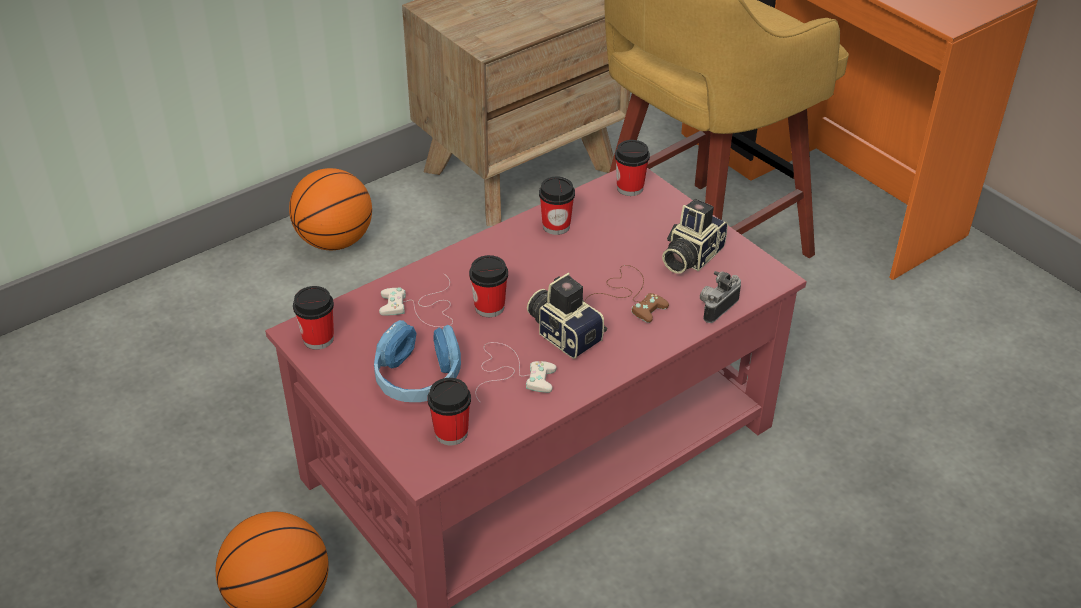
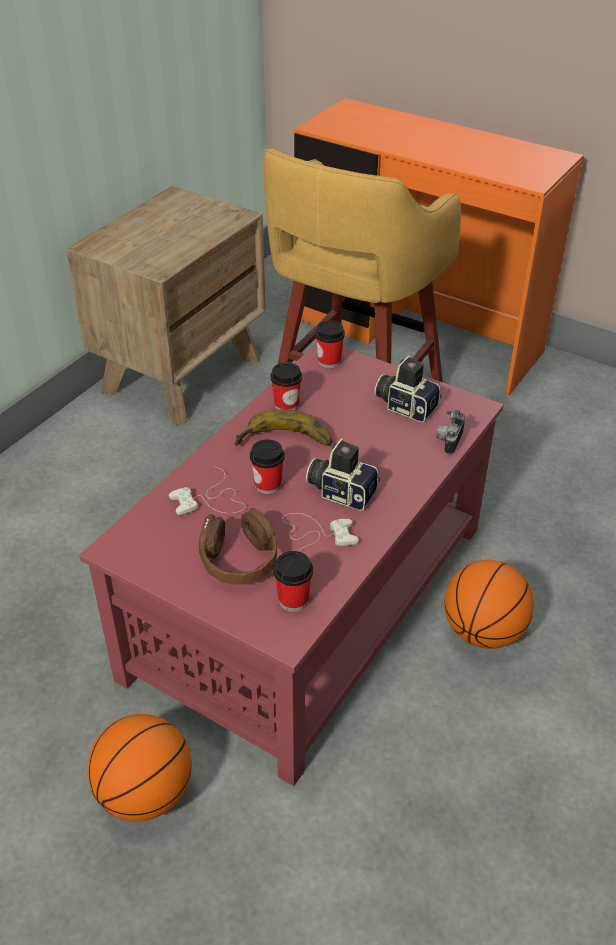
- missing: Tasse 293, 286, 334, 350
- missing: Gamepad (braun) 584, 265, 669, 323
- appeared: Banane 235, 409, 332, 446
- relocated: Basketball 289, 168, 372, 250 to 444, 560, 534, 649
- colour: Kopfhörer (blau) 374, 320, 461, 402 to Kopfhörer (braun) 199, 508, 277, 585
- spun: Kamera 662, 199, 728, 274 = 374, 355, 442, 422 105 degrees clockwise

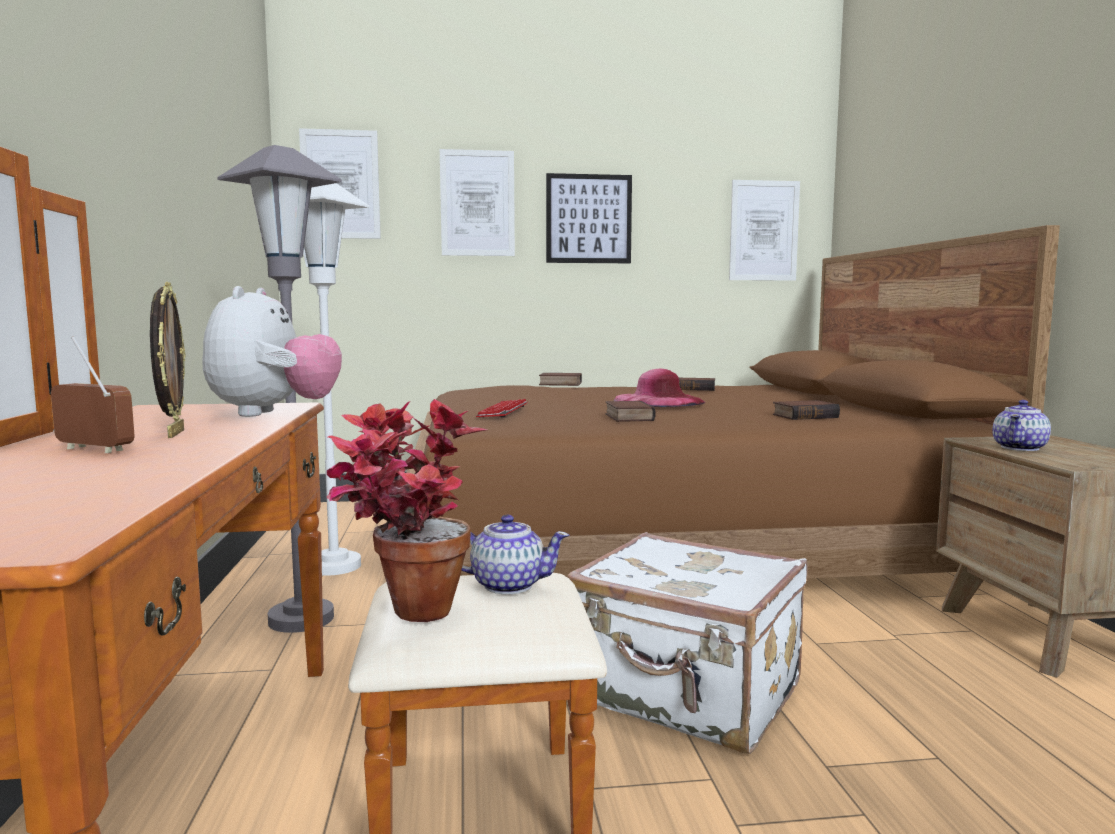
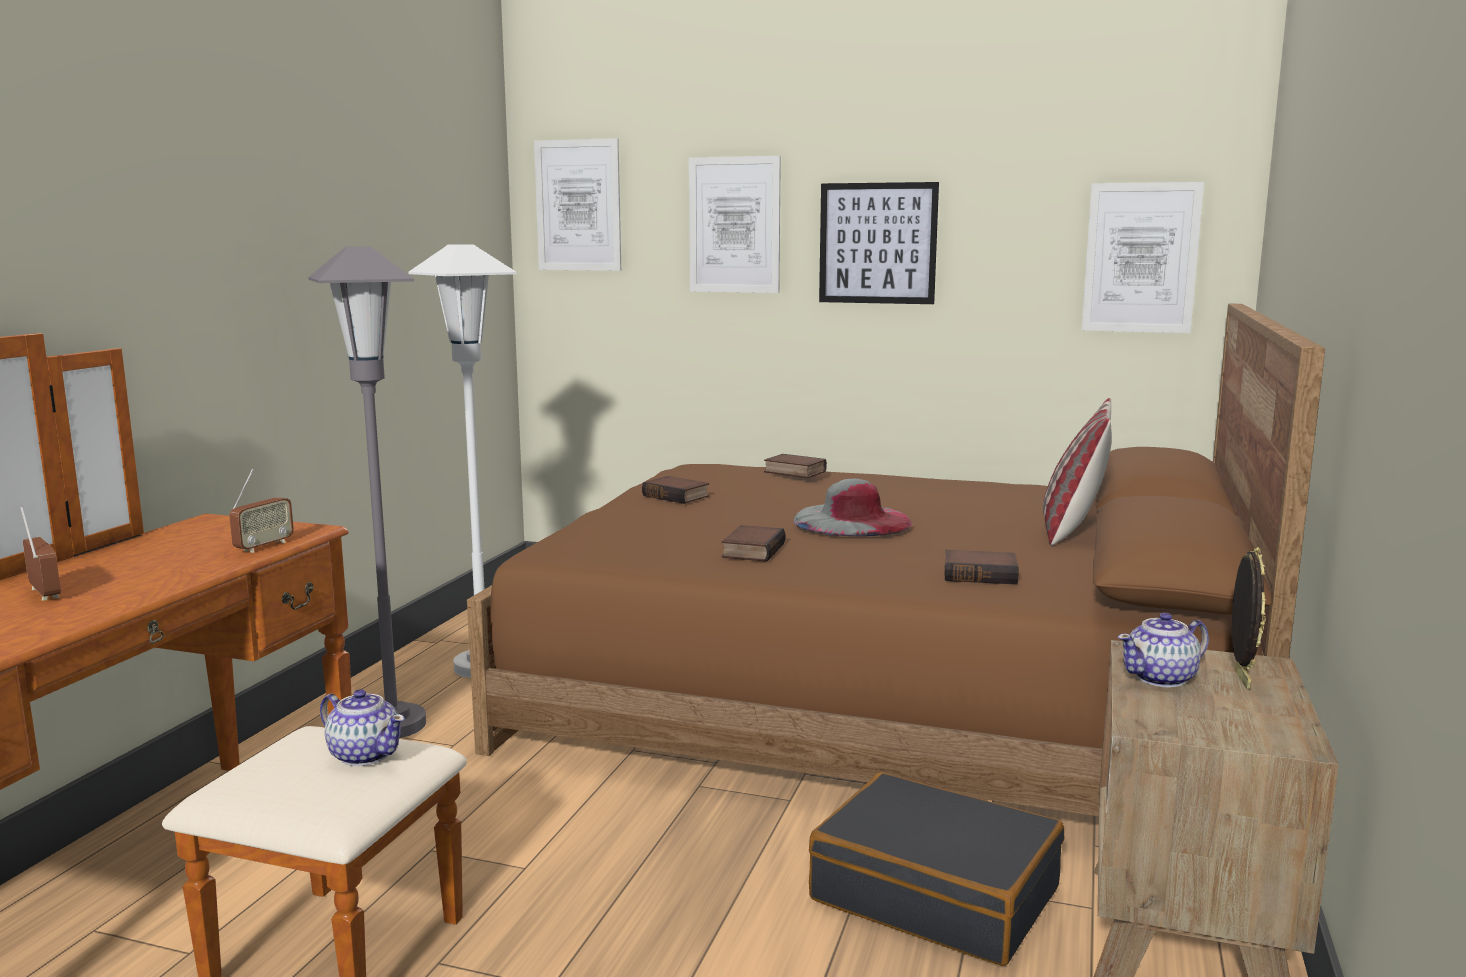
- missing: Topfpflanze 326, 399, 487, 622
- missing: Tastatur 476, 399, 528, 418
- missing: Koffer (weiß) 567, 532, 808, 754
- appeared: Koffer (schwarz) 809, 772, 1064, 966
- appeared: Kissen 1043, 398, 1112, 545
- relocated: Bilderrahmen 150, 282, 185, 438 to 1232, 547, 1265, 690
- relocated: Buch 679, 378, 715, 391 to 642, 476, 709, 504
- exchanged: Plüschtier 202, 286, 342, 417 to Radio 229, 469, 294, 553
- colour: Hut (rosa) 613, 369, 705, 407 to Hut (grau) 793, 479, 913, 536

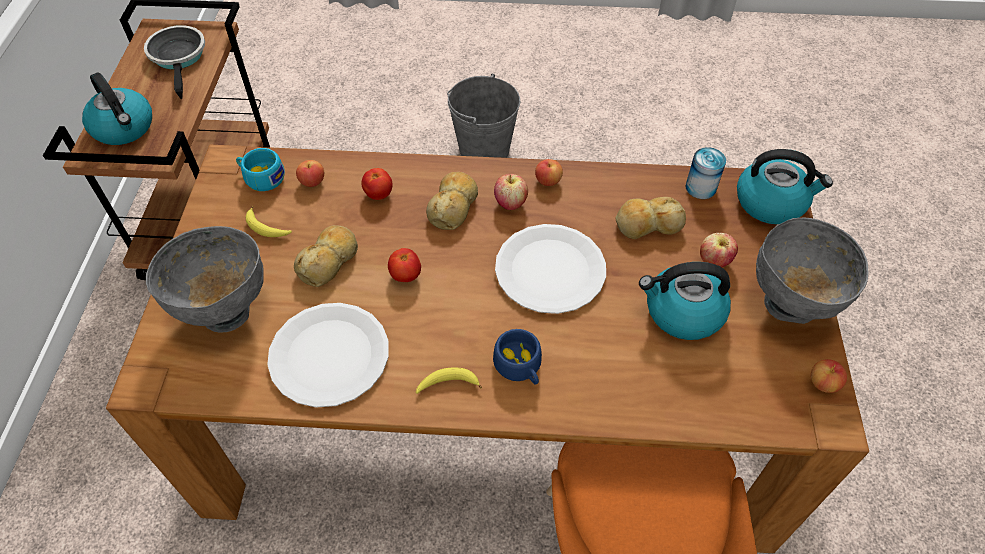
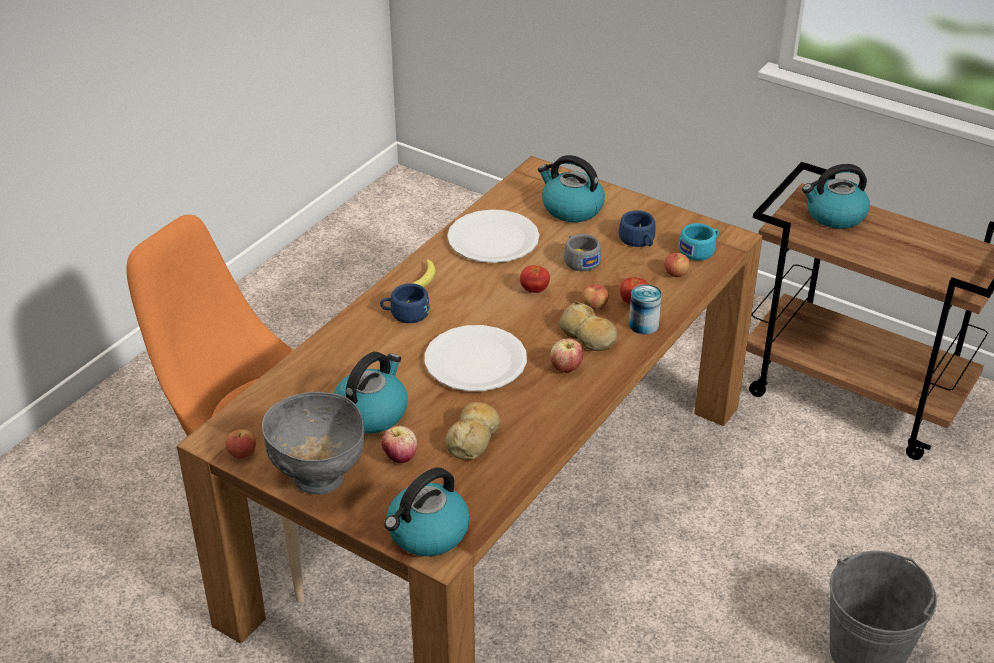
- missing: Pfanne 144, 25, 205, 99
- relocated: Apfel 535, 159, 563, 186 to 582, 284, 609, 310
- relocated: Dose 685, 147, 726, 199 to 629, 284, 662, 334
- exchanged: Schüssel (grau) 146, 226, 264, 332 to Wasserkessel 538, 155, 605, 222
- exchanged: Banane 246, 206, 292, 237 to Tasse (blau) 619, 210, 656, 247
- exchanged: Brot 294, 225, 358, 287 to Tasse (grau) 564, 234, 601, 272

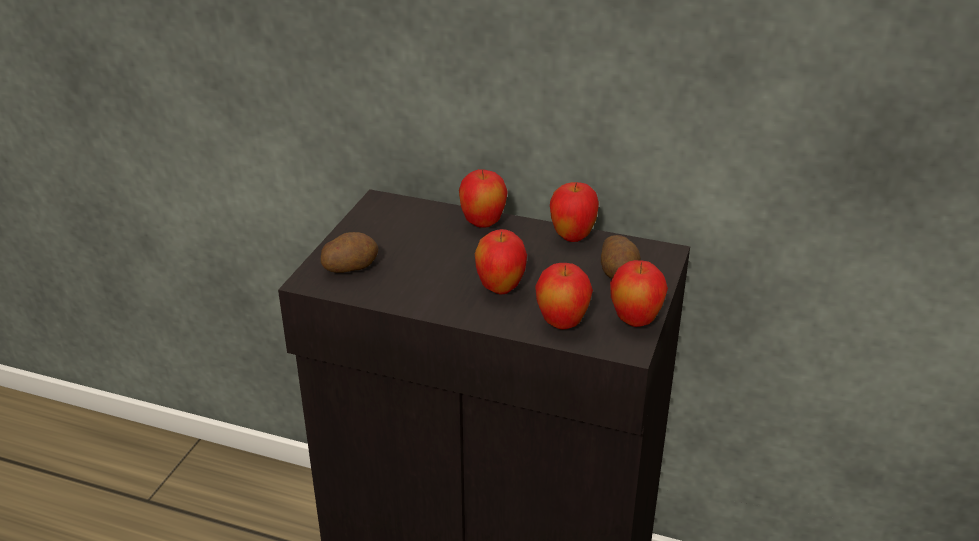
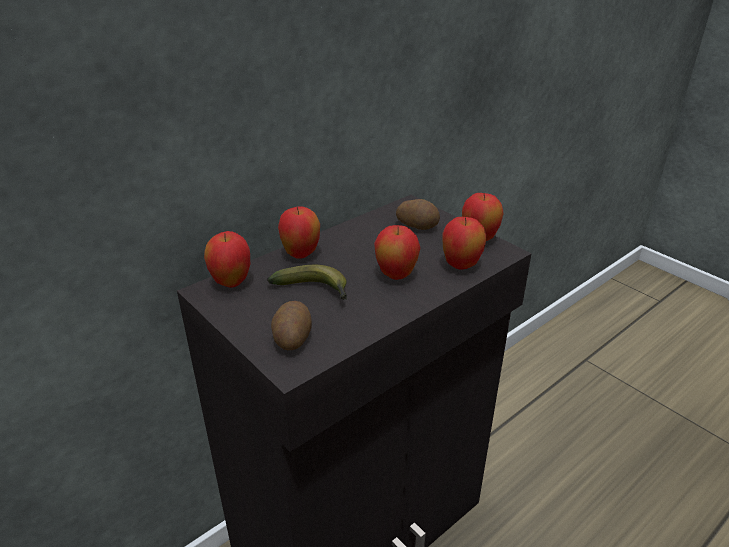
- appeared: Banane 267, 265, 347, 300
- relocated: Apfel 550, 182, 599, 242 to 204, 231, 250, 288

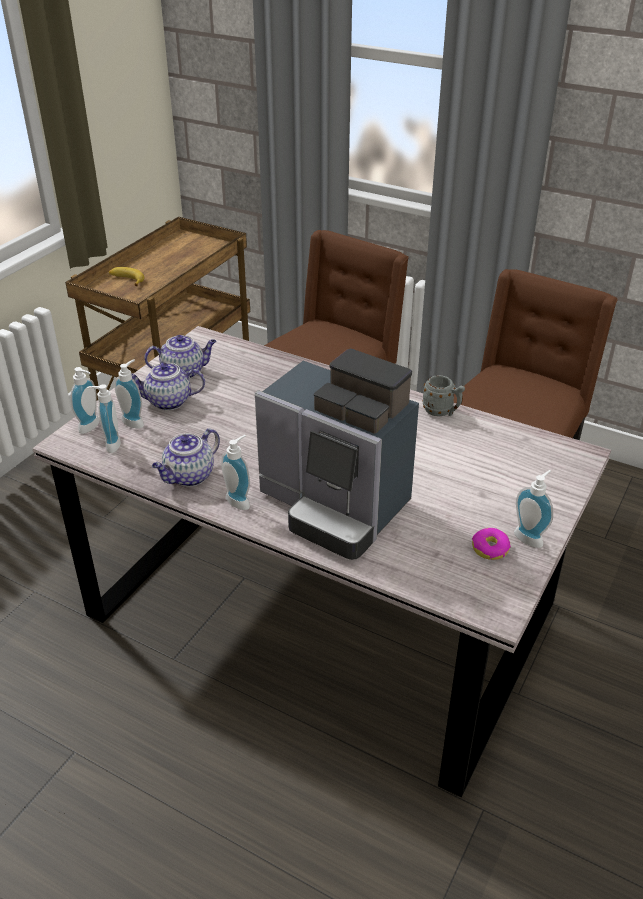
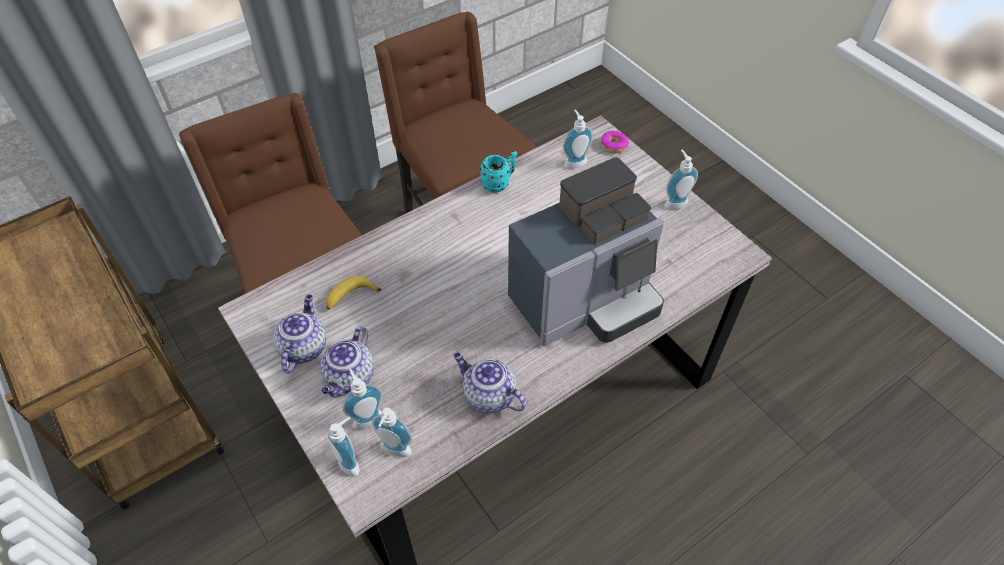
- relocated: Banane 109, 267, 144, 286 to 326, 276, 381, 309
- relocated: Seifenspender 221, 435, 250, 510 to 563, 110, 593, 169
- relocated: Donut 472, 528, 511, 560 to 601, 131, 629, 153
- colour: Henkelbecher (grau) 423, 375, 465, 416 to Henkelbecher (türkis) 480, 151, 517, 193
- spun: Teekanne 152, 428, 220, 487 = 453, 353, 526, 413 150 degrees clockwise

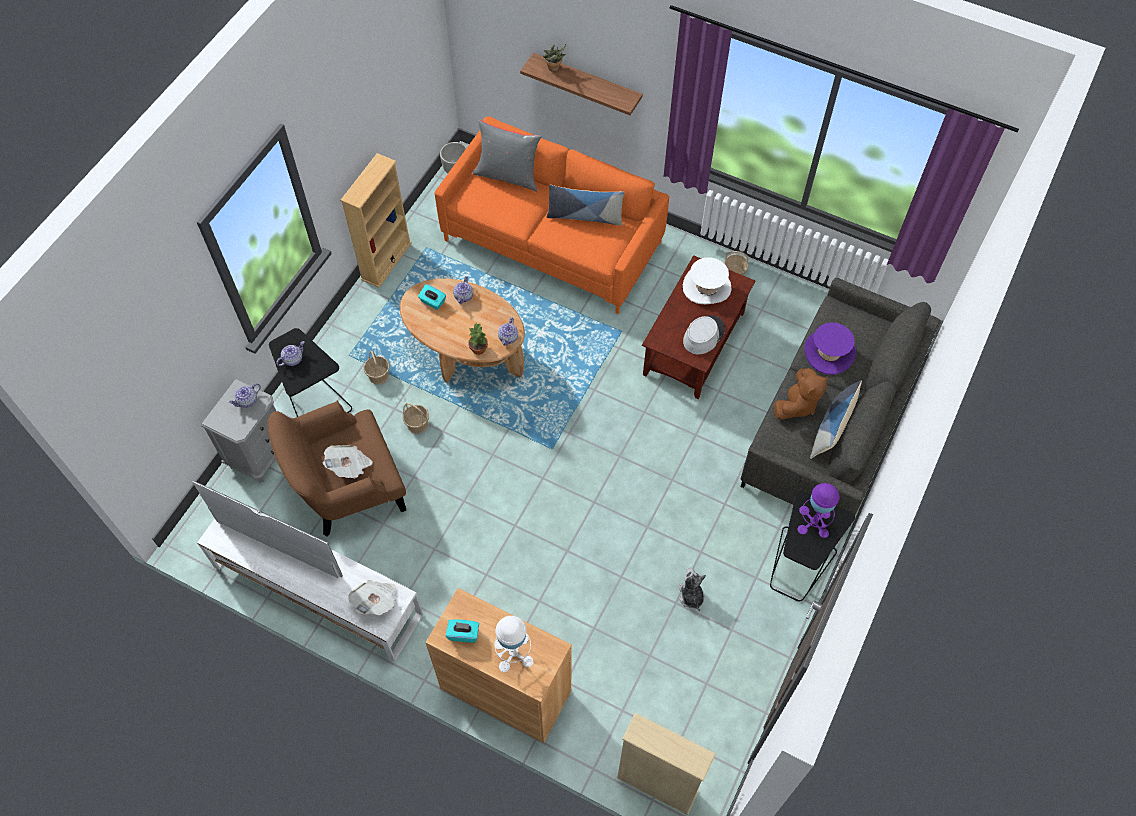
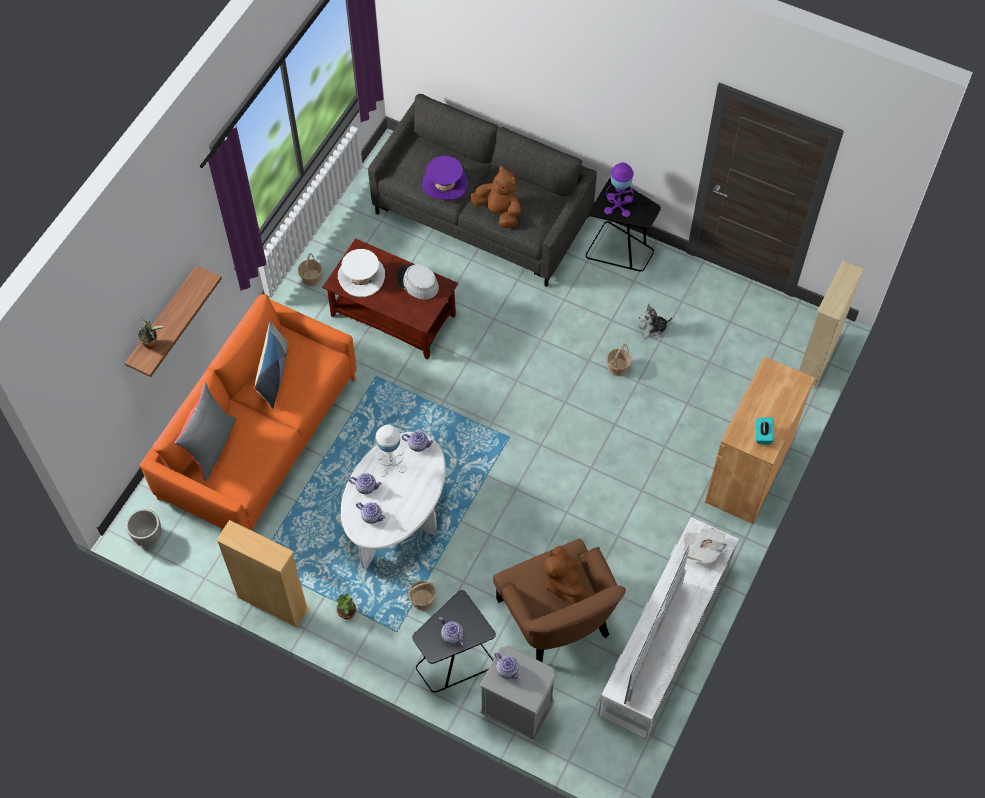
- missing: Kissen 810, 380, 862, 459
- relocated: Korb 403, 403, 429, 434 to 606, 344, 632, 376
- relocated: Topfpflanze 468, 322, 488, 355 to 336, 593, 356, 620
- relocated: Tischlampe (weiß) 494, 616, 533, 672 to 375, 425, 407, 477
- exchanged: Zeitung 322, 445, 373, 479 to Plüschtier (braun) 544, 546, 588, 604
- exchanged: Taschentuchbox (türkis) 418, 284, 446, 310 to Teekanne 356, 502, 386, 524
- colour: Couchtisch (braun) 400, 278, 525, 383 to Couchtisch (weiß) 341, 432, 446, 569

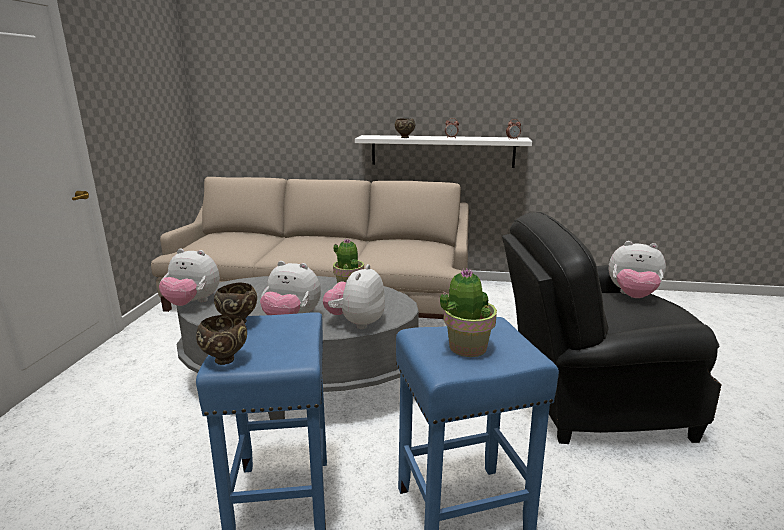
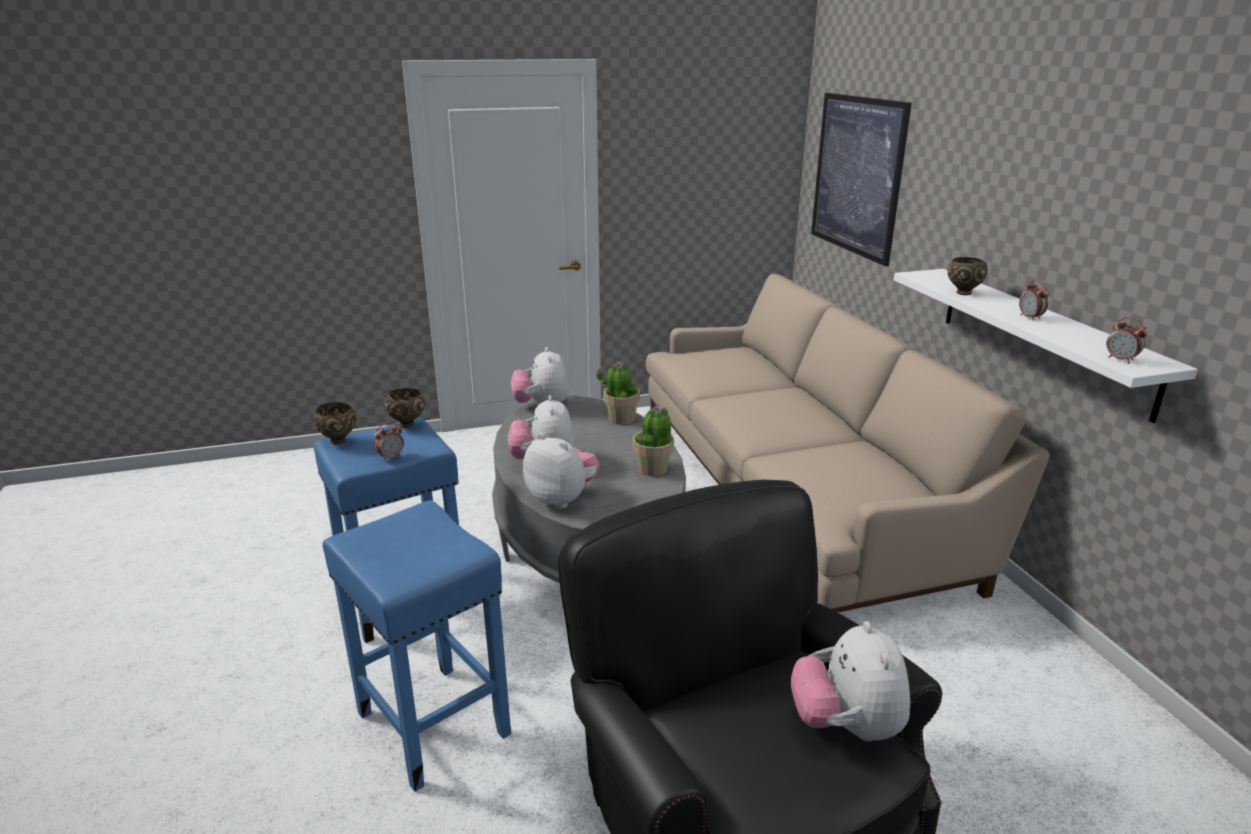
- appeared: Wecker 374, 422, 404, 461
- appeared: Bild 811, 93, 912, 266
- relocated: Topfpflanze 440, 269, 497, 357 to 596, 361, 640, 425
- spun: Plüschtier 323, 264, 385, 329 = 523, 433, 600, 509 45 degrees clockwise

